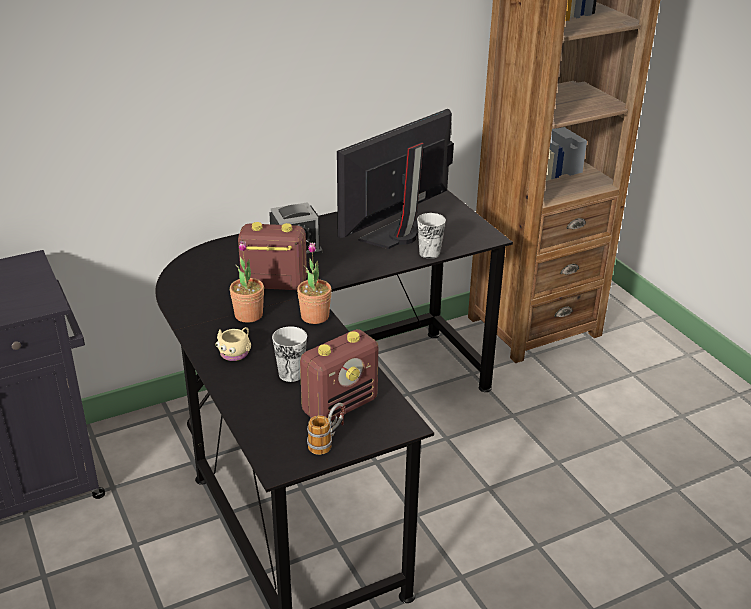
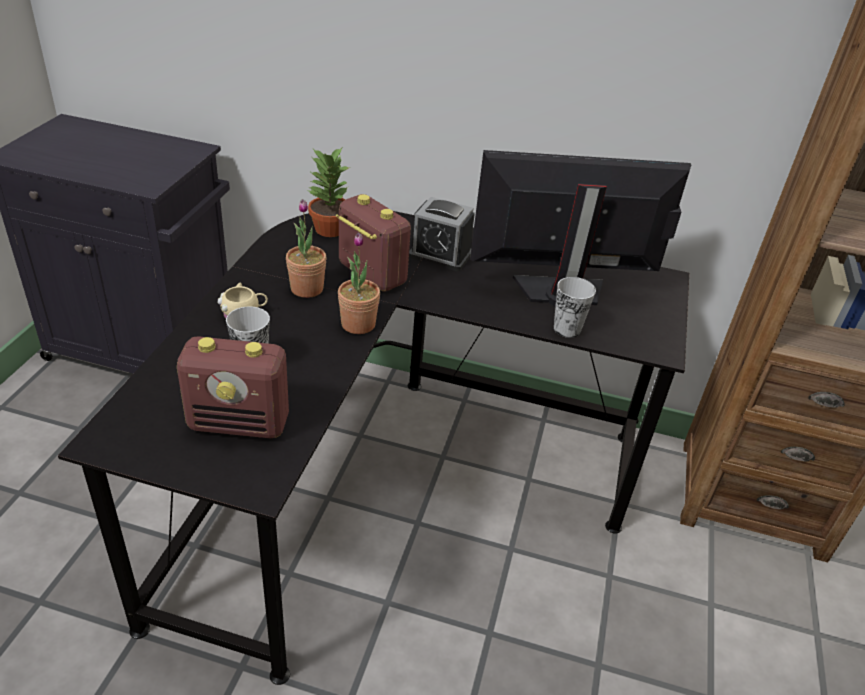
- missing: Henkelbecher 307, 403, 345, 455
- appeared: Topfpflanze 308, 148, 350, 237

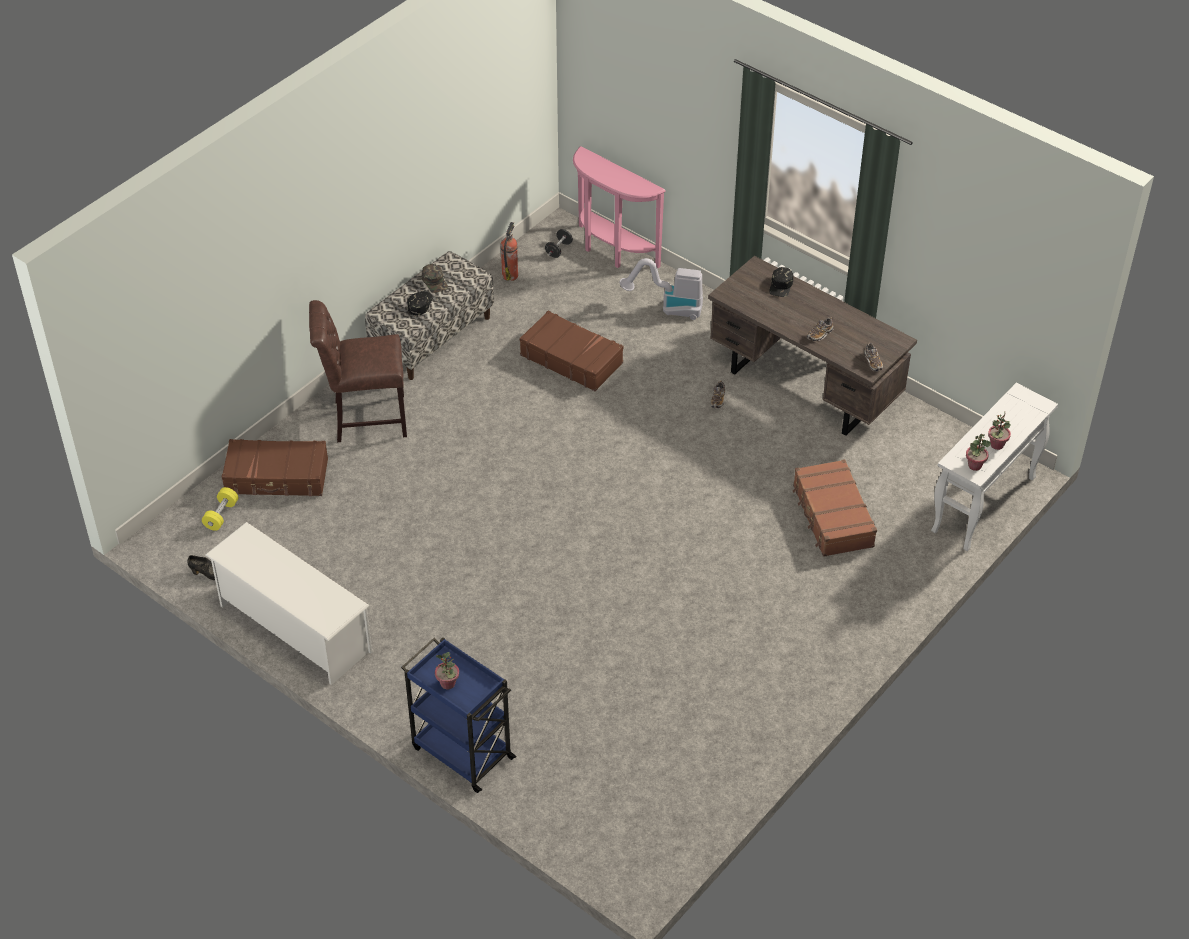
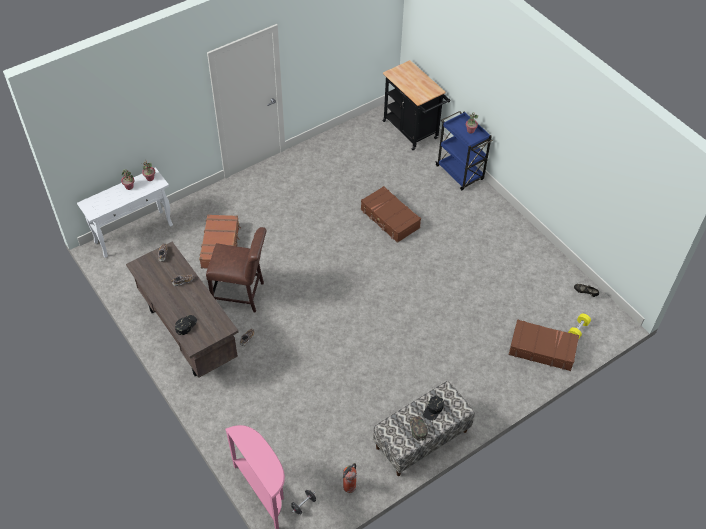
- missing: Schuhregal (weiß) 205, 522, 372, 685
- missing: Staubsauger 620, 258, 703, 320
- appeared: Rollwagen (schwarz) 383, 60, 450, 150
- relocated: Stuhl (braun) 309, 300, 407, 442 to 206, 227, 267, 313
- relocated: Koffer (braun) 519, 311, 623, 391 to 361, 186, 421, 243

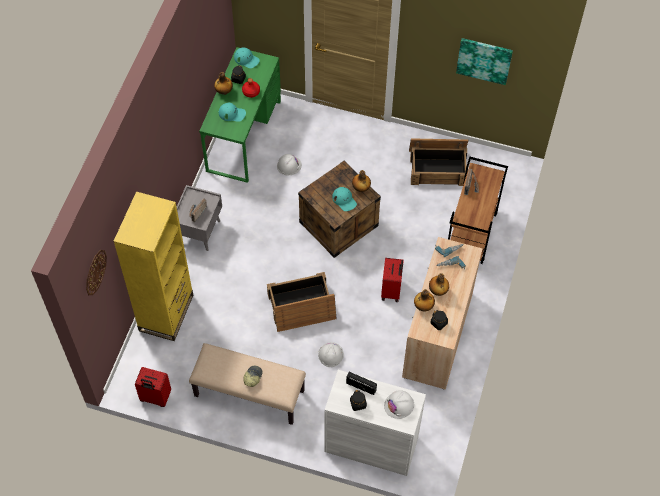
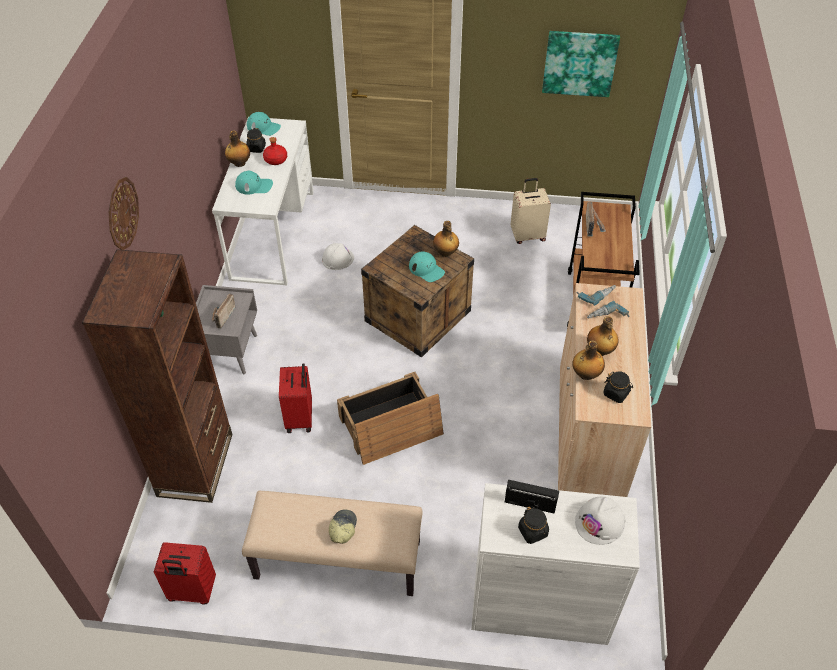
- missing: Schutzhelm (weiß) 318, 342, 344, 367
- relocated: Wanduhr 86, 250, 107, 295 to 109, 177, 139, 250
- relocated: Koffer (rot) 381, 258, 404, 302 to 279, 363, 312, 433
- exchanged: Kiste 409, 138, 468, 186 to Koffer (beige) 511, 178, 551, 244
- colour: Bücherregal (gelb) 113, 191, 193, 341 to Bücherregal (braun) 82, 249, 232, 503
- colour: Schreibtisch (grün) 199, 47, 281, 183 to Schreibtisch (weiß) 212, 117, 314, 285

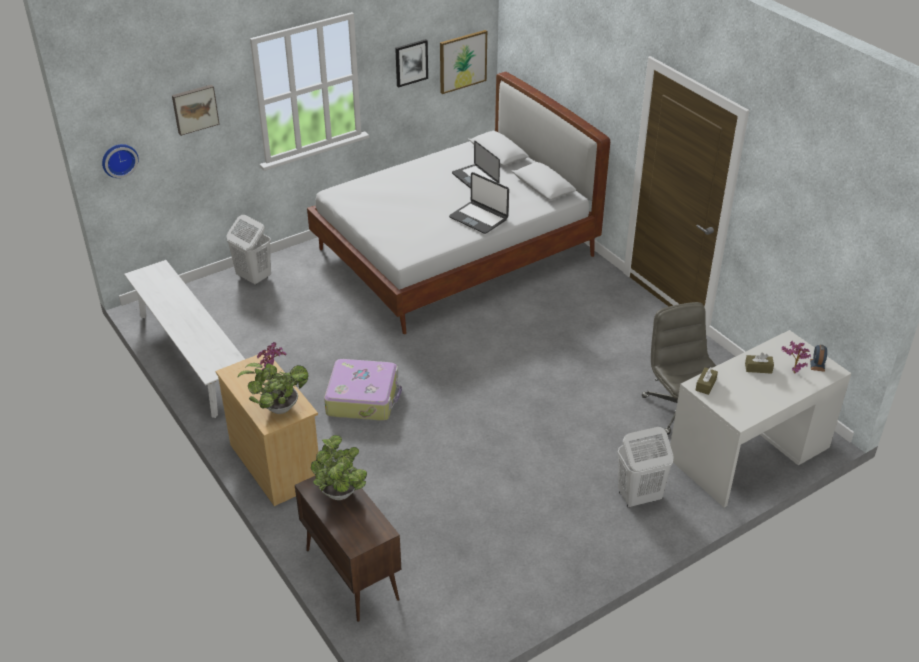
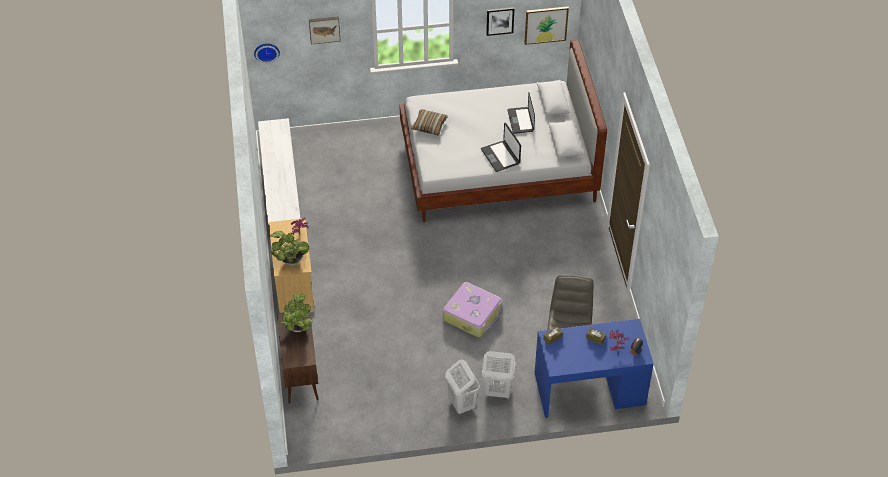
- appeared: Kissen 411, 109, 447, 136
- relocated: Wäschekorb (weiß) 227, 215, 271, 285 to 445, 359, 480, 414
- relocated: Koffer 324, 359, 402, 421 to 443, 282, 502, 337
- colour: Schreibtisch (weiß) 670, 330, 851, 508 to Schreibtisch (blau) 535, 319, 654, 418

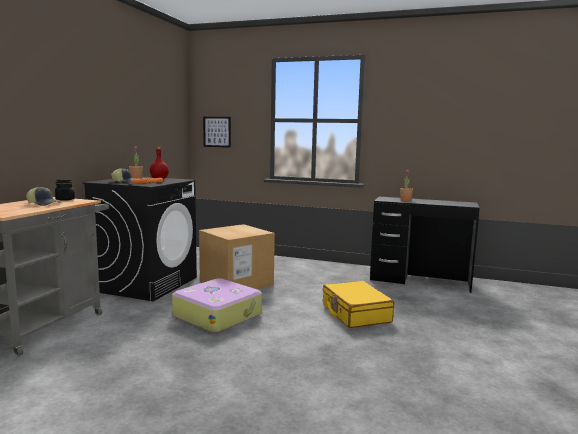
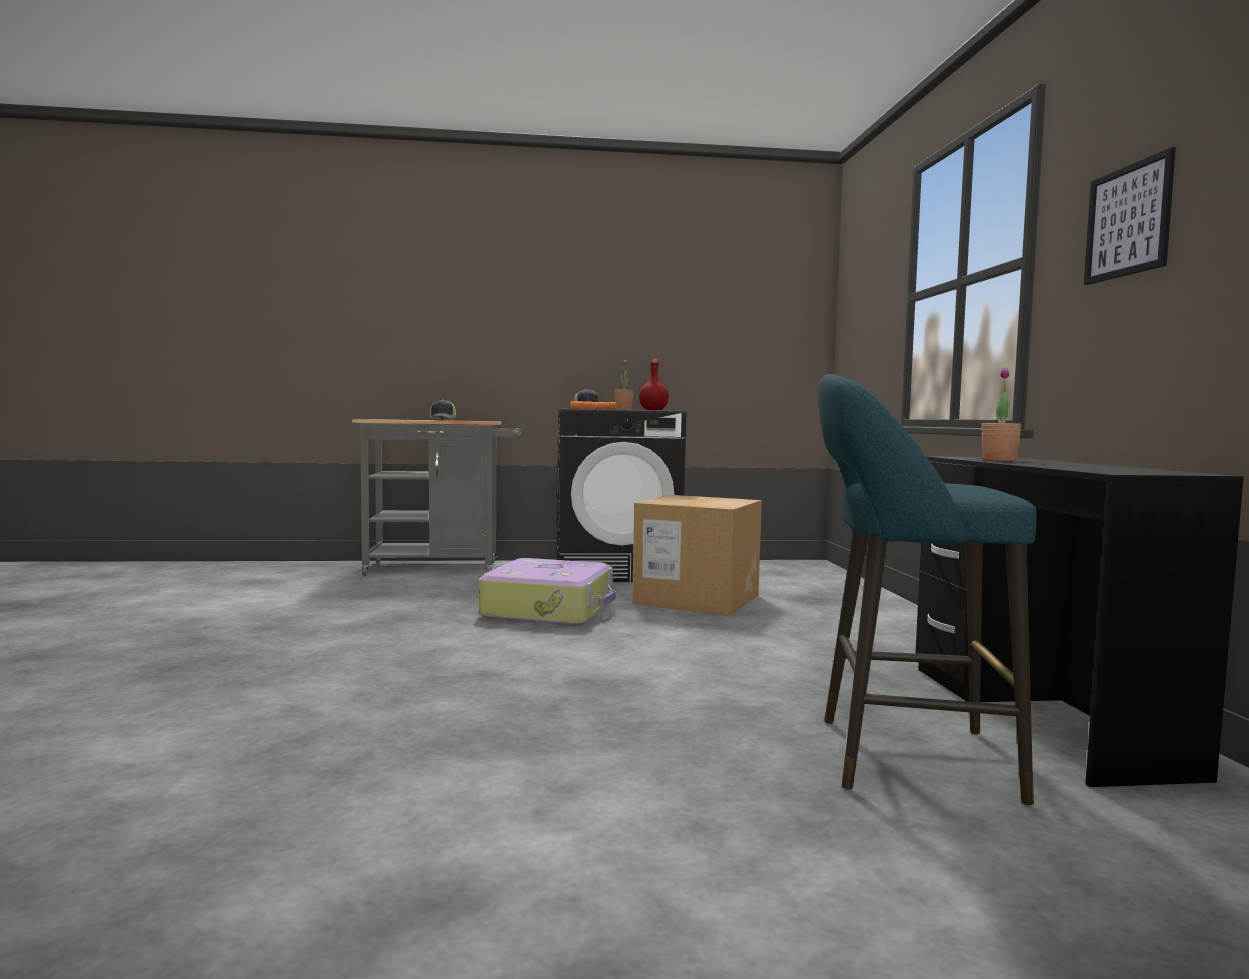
- missing: Vorratsglas (schwarz) 55, 179, 75, 201
- missing: Koffer (gelb) 323, 281, 394, 328
- appeared: Hocker (türkis) 818, 374, 1037, 805
- relocated: Bild 203, 117, 231, 148 to 1084, 147, 1176, 285

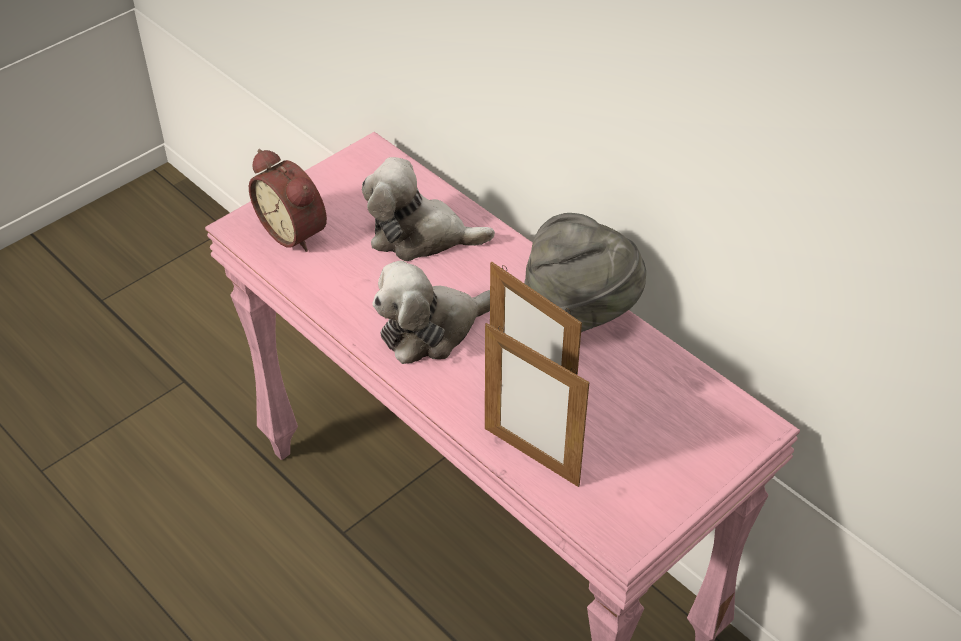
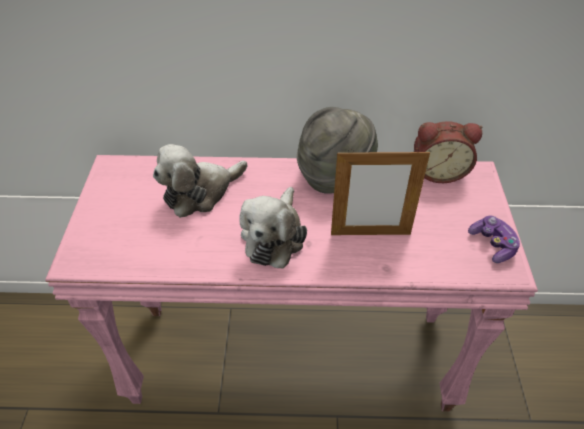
- missing: Bilderrahmen 485, 323, 589, 487
- appeared: Gamepad 468, 216, 520, 263
- relocated: Wecker 249, 149, 327, 252 to 414, 121, 482, 183

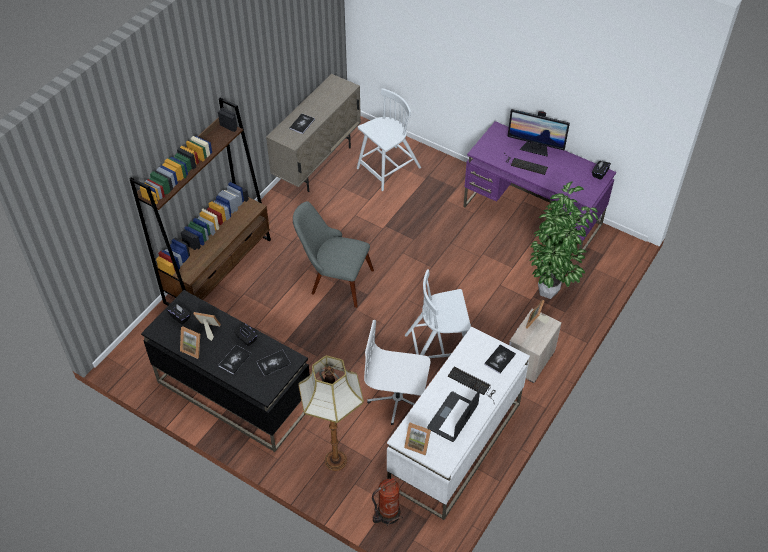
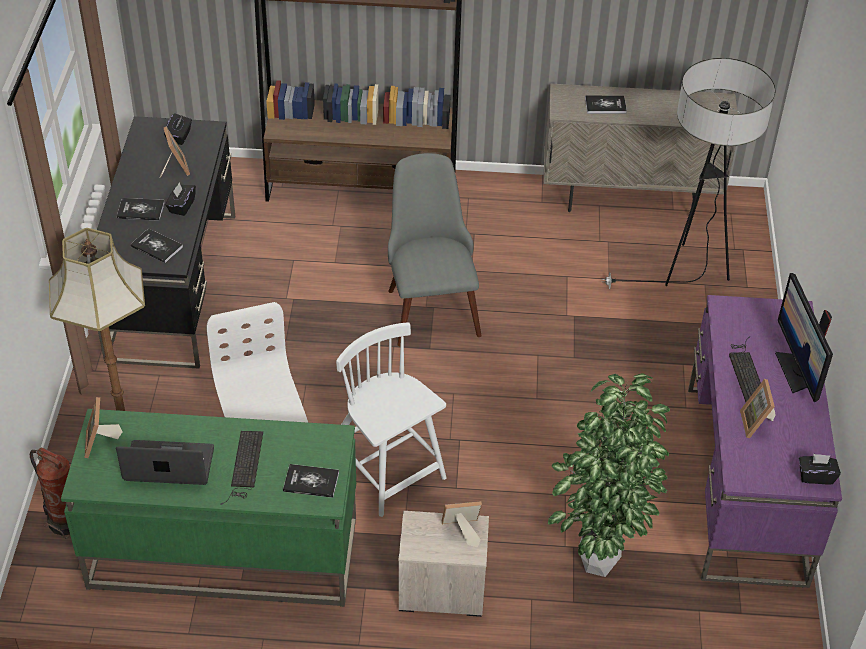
- relocated: Bilderrahmen 180, 326, 200, 359 to 740, 379, 776, 438
- exchanged: Stuhl (weiß) 357, 88, 421, 191 to Stehlampe 601, 58, 775, 289
- colour: Schreibtisch (weiß) 387, 327, 530, 520 to Schreibtisch (grün) 61, 409, 356, 607

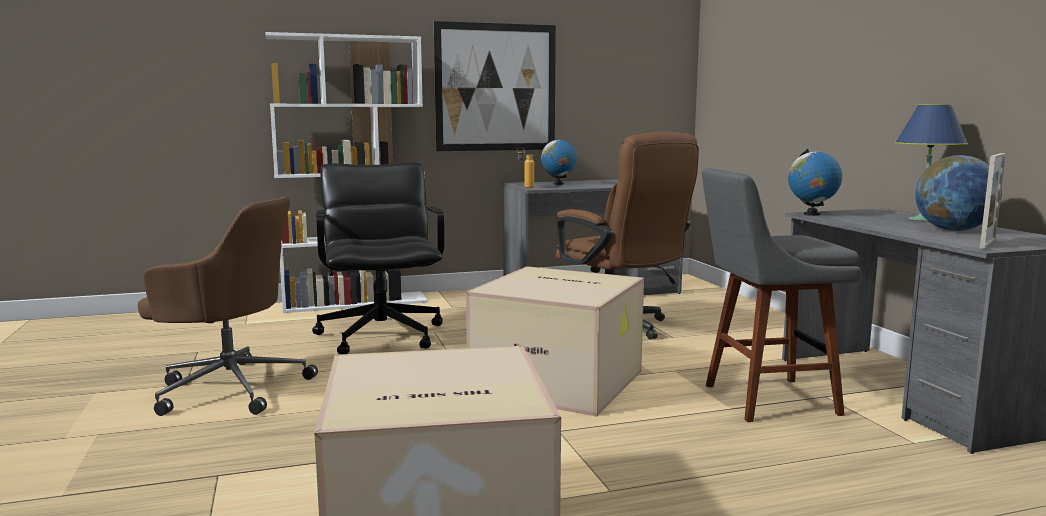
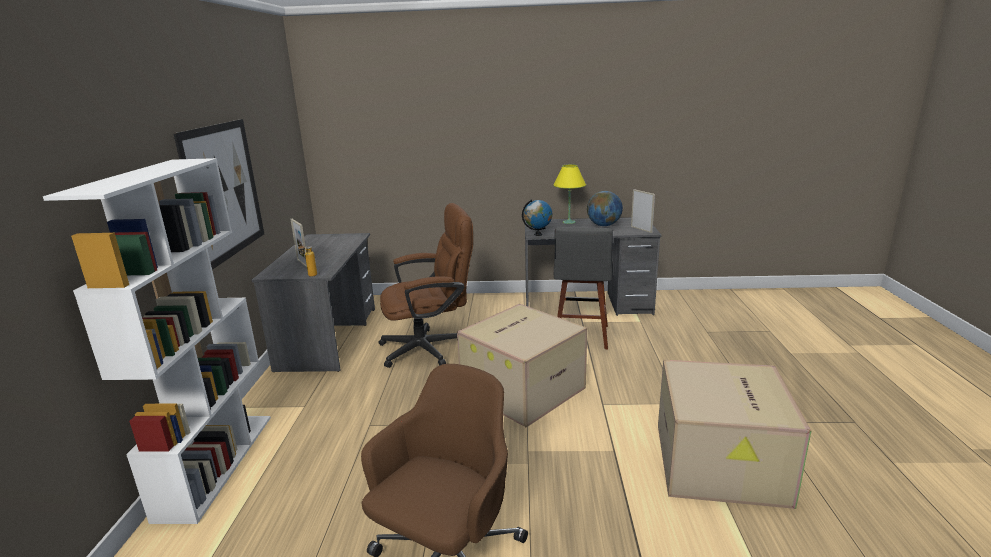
- missing: Bürostuhl (schwarz) 312, 162, 444, 354
- exchanged: Globus 541, 138, 577, 185 to Bilderrahmen 290, 219, 307, 268
- colour: Tischlampe (blau) 895, 104, 968, 221 to Tischlampe (gelb) 553, 164, 586, 224

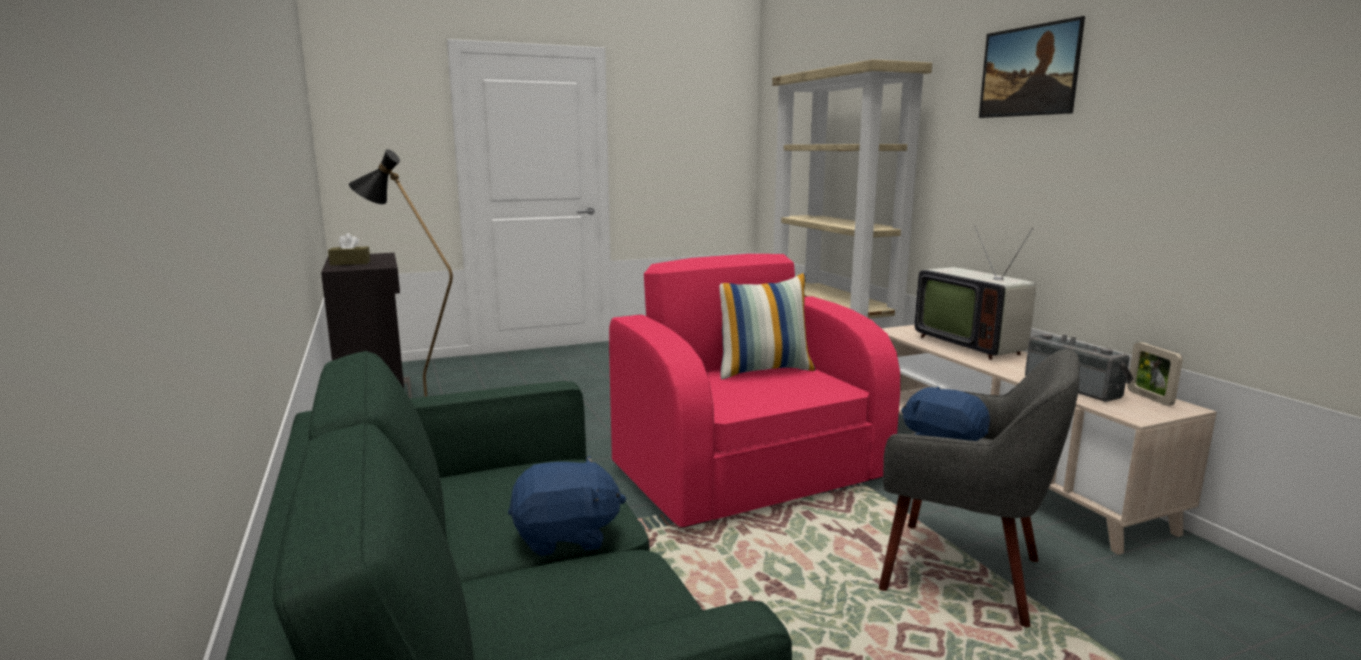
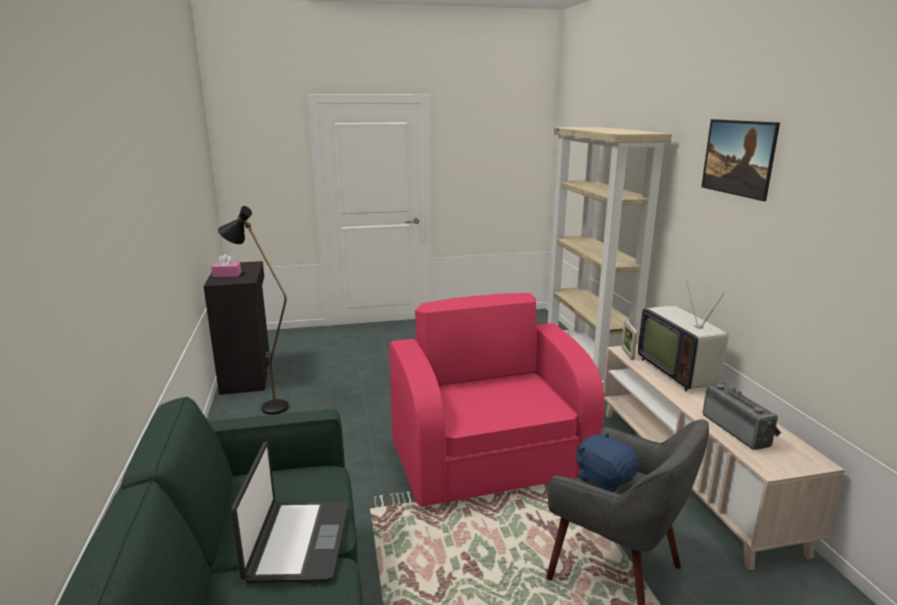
- missing: Kissen 719, 273, 816, 380
- relocated: Bilderrahmen 1127, 342, 1183, 406 to 621, 321, 638, 359
- exchanged: Plüschtier (blau) 508, 456, 626, 556 to Laptop 231, 441, 348, 583
- colour: Taschentuchbox (braun) 328, 233, 370, 265 to Taschentuchbox (rosa) 211, 254, 241, 277

